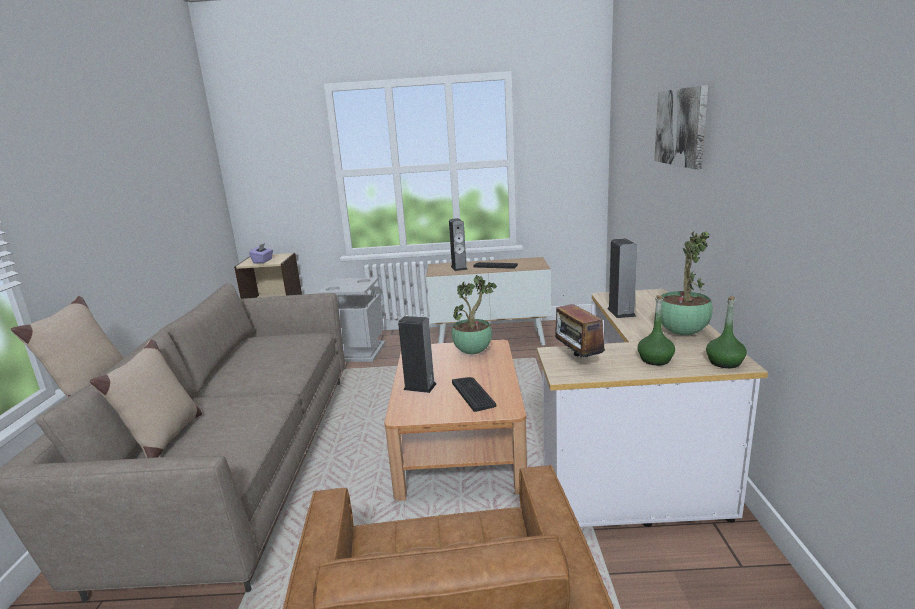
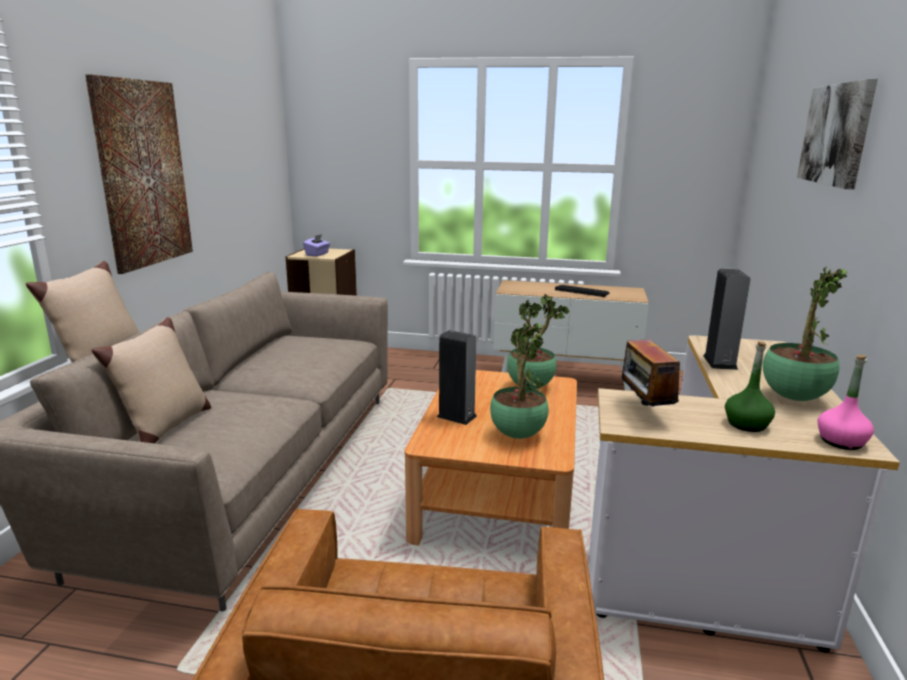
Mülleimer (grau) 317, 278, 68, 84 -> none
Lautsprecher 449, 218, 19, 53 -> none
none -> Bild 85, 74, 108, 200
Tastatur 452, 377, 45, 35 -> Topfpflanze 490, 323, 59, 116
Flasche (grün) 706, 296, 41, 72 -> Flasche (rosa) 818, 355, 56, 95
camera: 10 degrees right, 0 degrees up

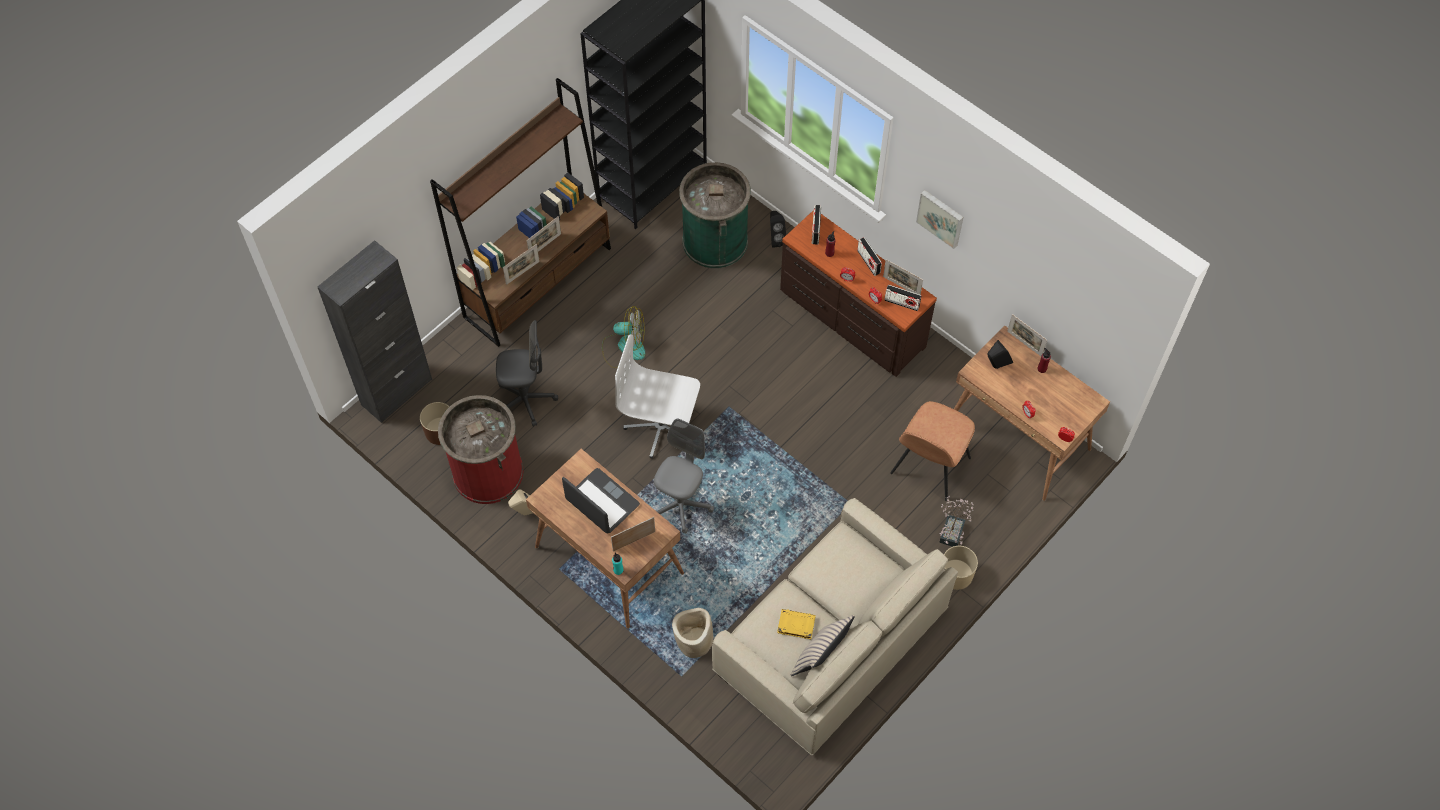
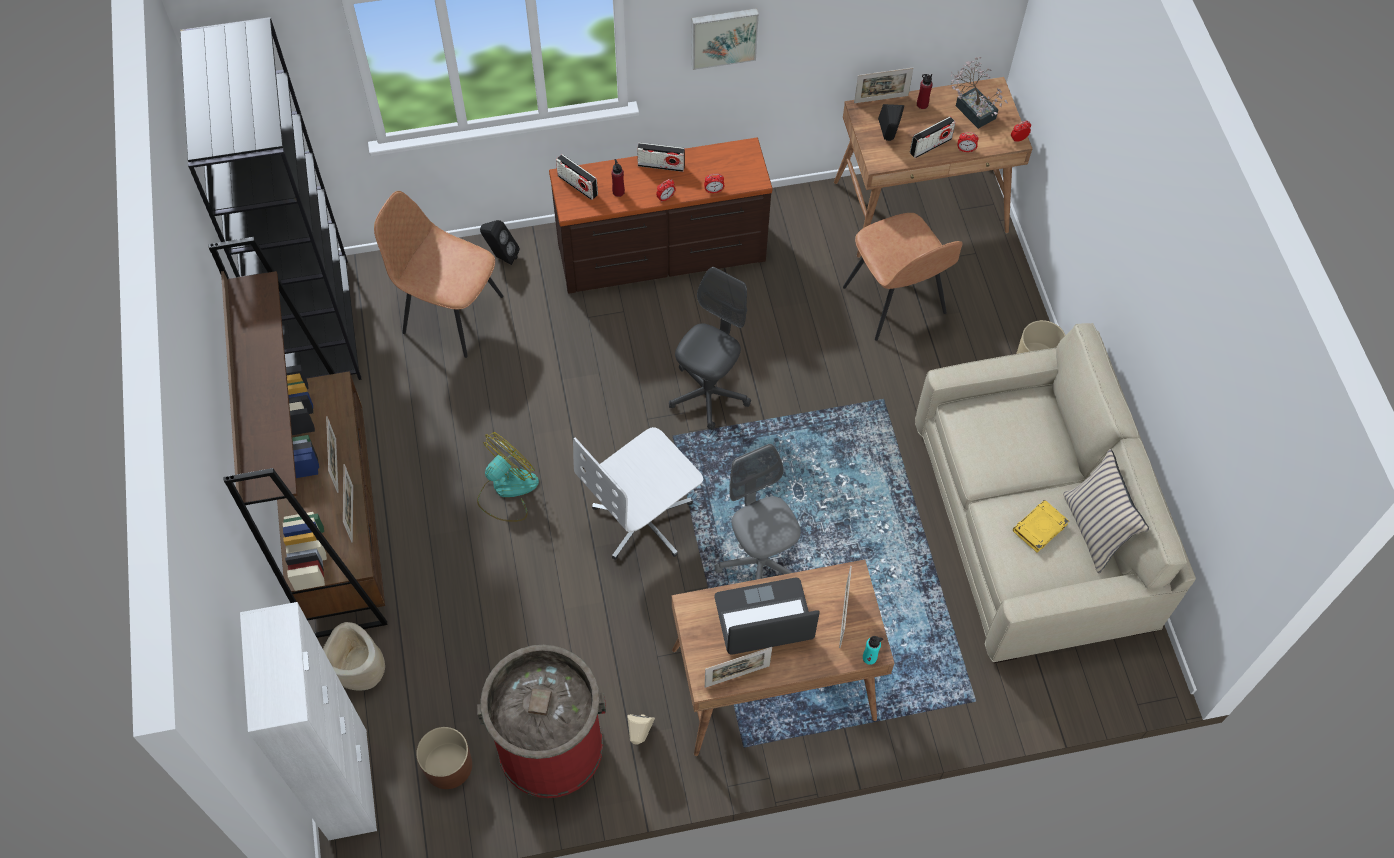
Bürostuhl (grau) 496, 320, 62, 107 -> Bürostuhl (grau) 669, 267, 82, 163, relocated
Pflanzkübel (beige) 672, 608, 42, 50 -> Pflanzkübel (beige) 323, 622, 62, 69, relocated
Bilderrahmen 883, 259, 40, 36 -> Bilderrahmen 705, 647, 67, 41, relocated
Radio 884, 285, 38, 26 -> Radio 910, 117, 46, 41, relocated
Topfpflanze 939, 496, 35, 51 -> Topfpflanze 950, 57, 58, 72, relocated
Mülleimer (grün) 679, 162, 72, 107 -> Stuhl (braun) 374, 191, 129, 167
Schrank (schwarz) 318, 240, 114, 183 -> Schrank (weiß) 240, 602, 137, 238
camera: 55 degrees left, 0 degrees up

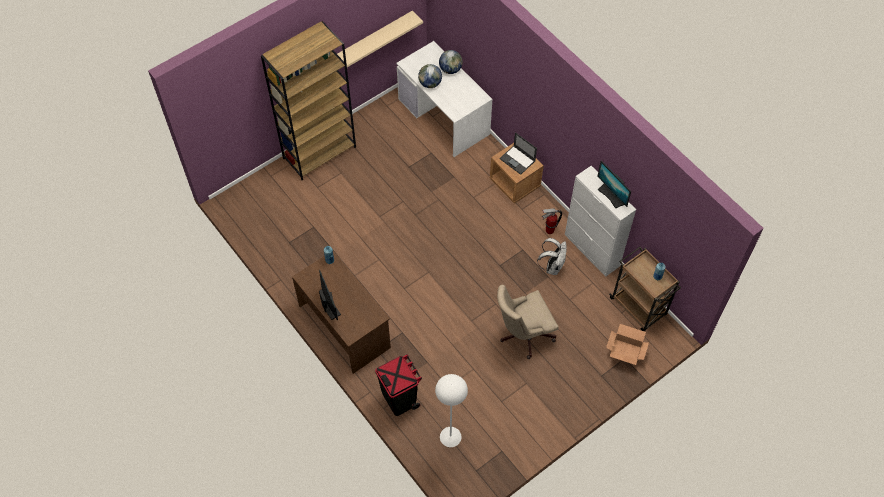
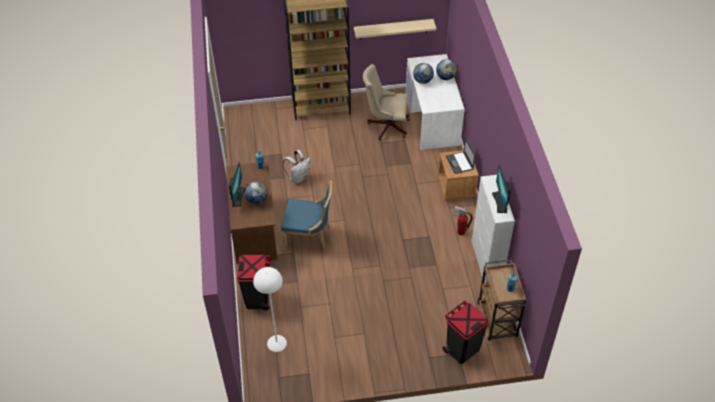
none -> Globus 245, 181, 23, 24
none -> Stuhl (blau) 281, 180, 51, 71
Bürostuhl (beige) 497, 285, 62, 74 -> Bürostuhl (beige) 363, 64, 47, 76, relocated
Rucksack (weiß) 537, 238, 30, 37 -> Rucksack (weiß) 283, 150, 28, 34, relocated
Karton 606, 324, 43, 41 -> Mülleimer (schwarz) 443, 300, 46, 64
camera: 30 degrees right, 10 degrees down

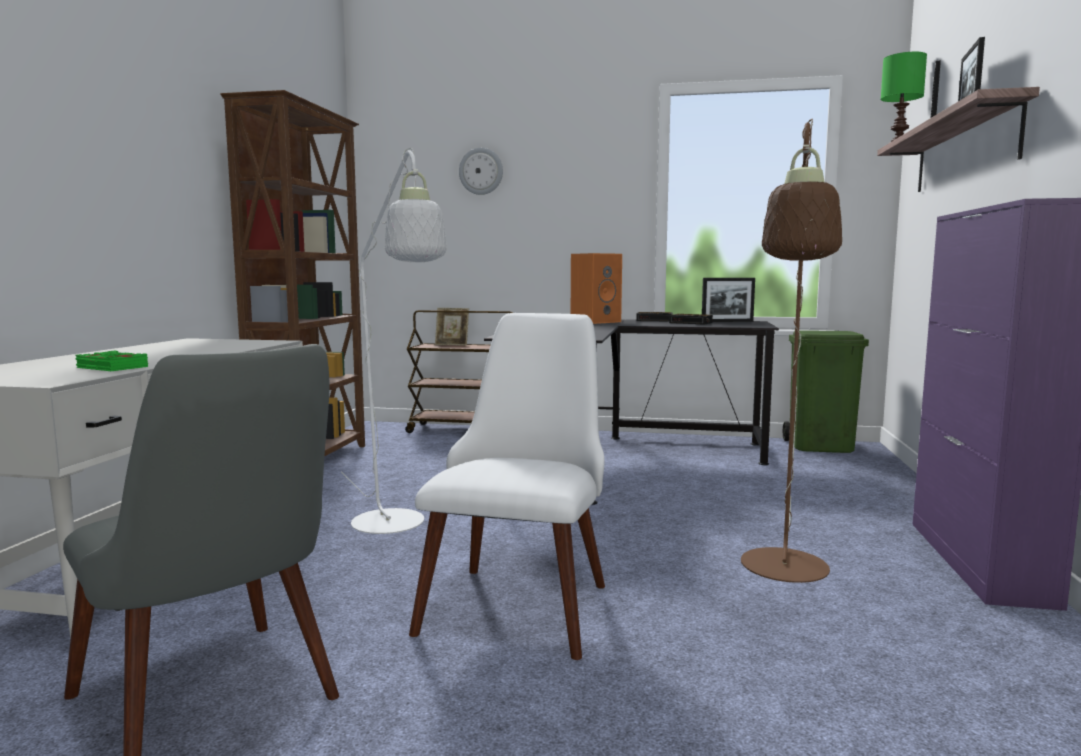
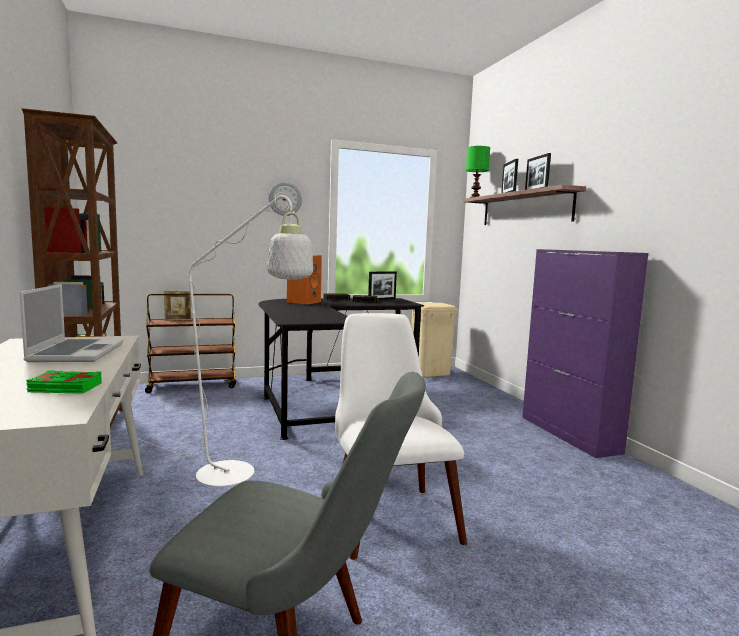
Stehlampe (braun) 741, 119, 101, 464 -> none
none -> Laptop 20, 284, 103, 78
Wanduhr 459, 148, 44, 47 -> Wanduhr 269, 182, 33, 34, relocated
Mülleimer (grün) 783, 330, 86, 123 -> Mülleimer (beige) 412, 303, 46, 74
camera: 30 degrees left, 0 degrees up

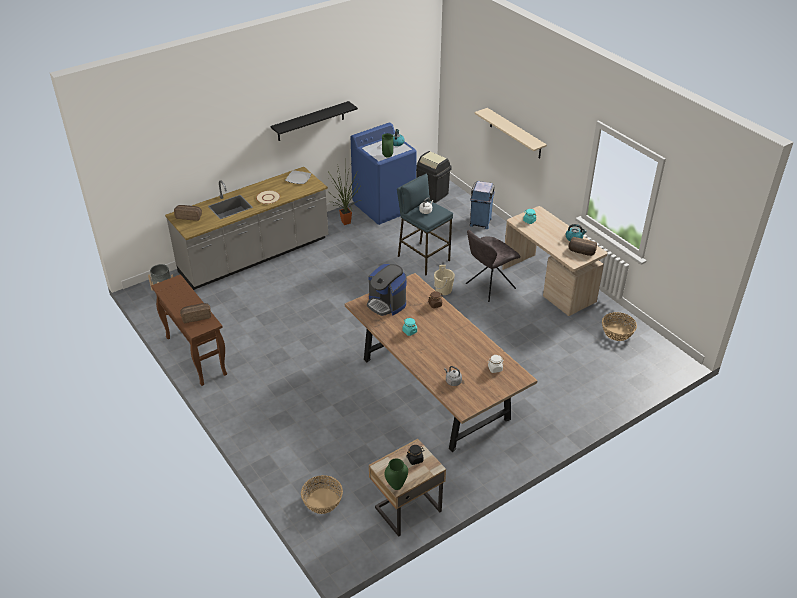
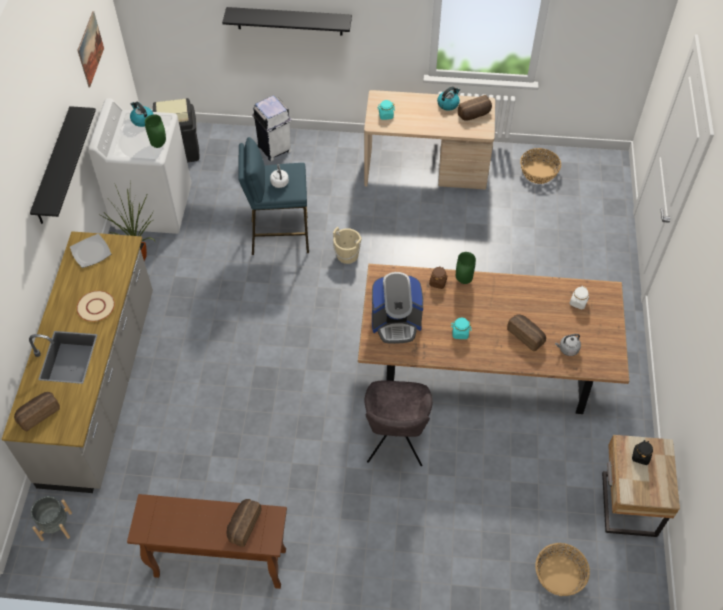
none -> Bild 77, 11, 27, 77
none -> Brot 507, 314, 39, 37
Vase (grün) 384, 458, 24, 32 -> Vase (grün) 456, 252, 20, 32, relocated
Stuhl (grau) 466, 230, 55, 72 -> Stuhl (grau) 364, 381, 68, 85, relocated
Waschmaschine (blau) 351, 123, 66, 102 -> Waschmaschine (weiß) 88, 98, 103, 136
Mülleimer (blau) 470, 181, 25, 48 -> Mülleimer (weiß) 252, 95, 40, 66
Wandregal (beige) 475, 108, 72, 51 -> Wandregal (schwarz) 222, 7, 130, 29
camera: 50 degrees left, 15 degrees up

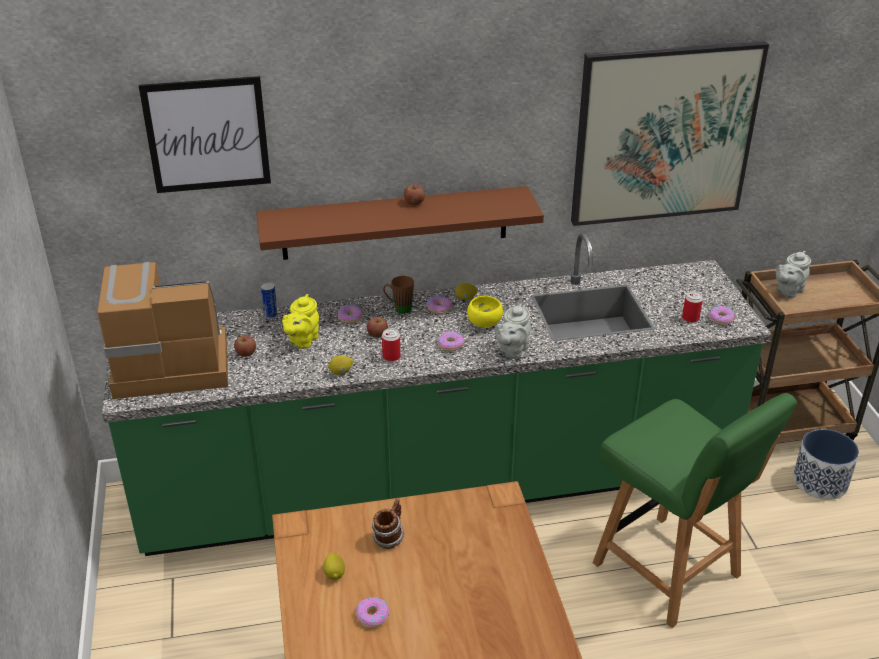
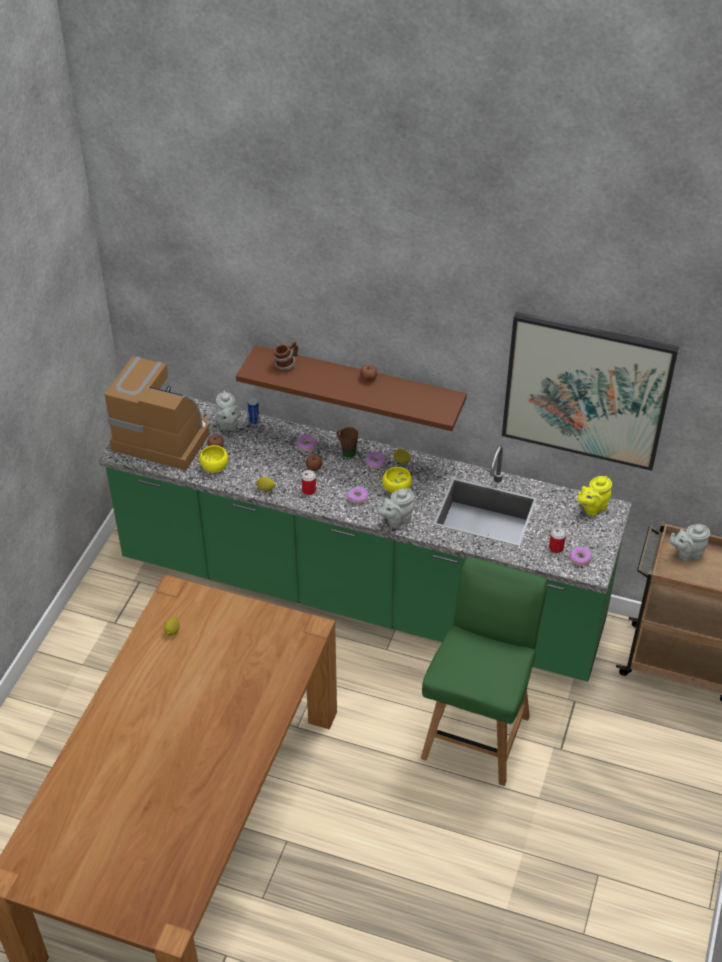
Bild 139, 76, 132, 117 -> none
Donut 356, 597, 33, 31 -> none
Pflanzkübel 793, 429, 66, 71 -> none
none -> Schüssel (gelb) 199, 445, 29, 28
none -> Teekanne (grau) 215, 391, 26, 40
Teekanne (gelb) 282, 294, 37, 55 -> Teekanne (gelb) 577, 476, 35, 40, relocated
Henkelbecher 372, 499, 32, 50 -> Henkelbecher 274, 340, 24, 31, relocated
Stuhl (grün) 593, 393, 204, 235 -> Stuhl (grün) 421, 557, 127, 229, 150 degrees counterclockwise
camera: 30 degrees right, 10 degrees up

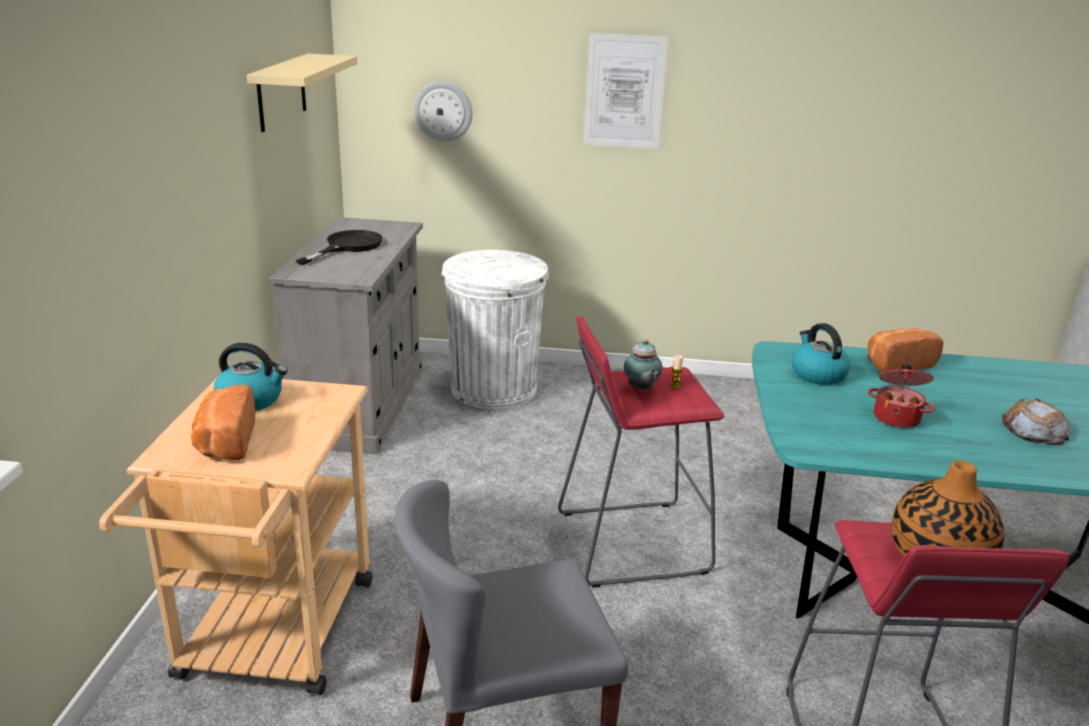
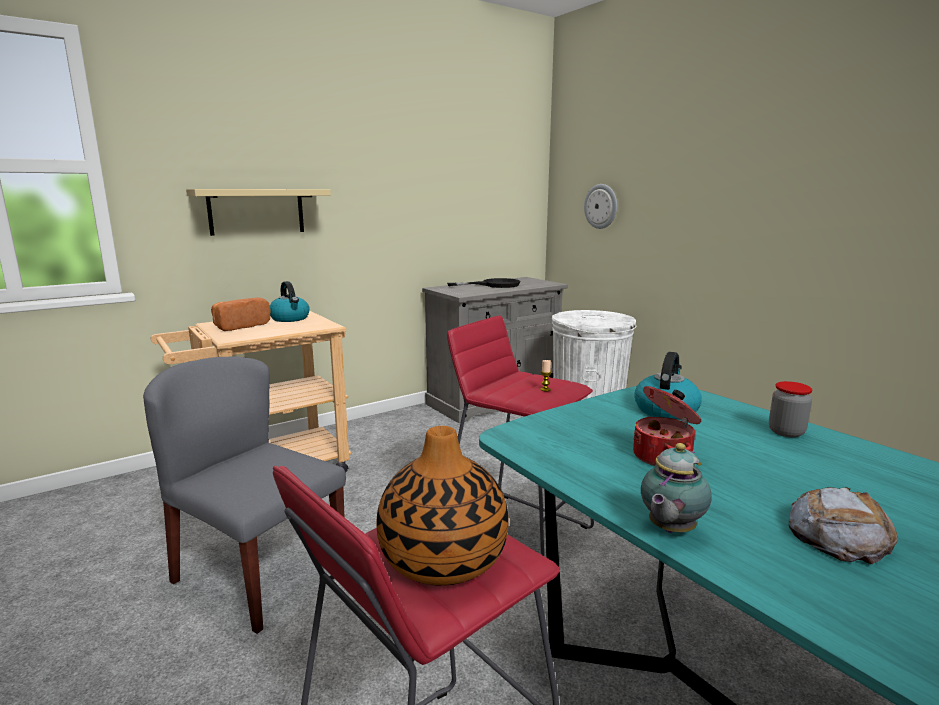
Bild 583, 33, 86, 116 -> none
Wandregal (beige) 246, 54, 111, 78 -> Wandregal (beige) 186, 189, 145, 47, relocated
Teekanne 624, 339, 38, 52 -> Teekanne 641, 443, 71, 90, relocated
Brot 867, 328, 77, 44 -> Vorratsglas 769, 381, 44, 57
camera: 50 degrees right, 10 degrees down

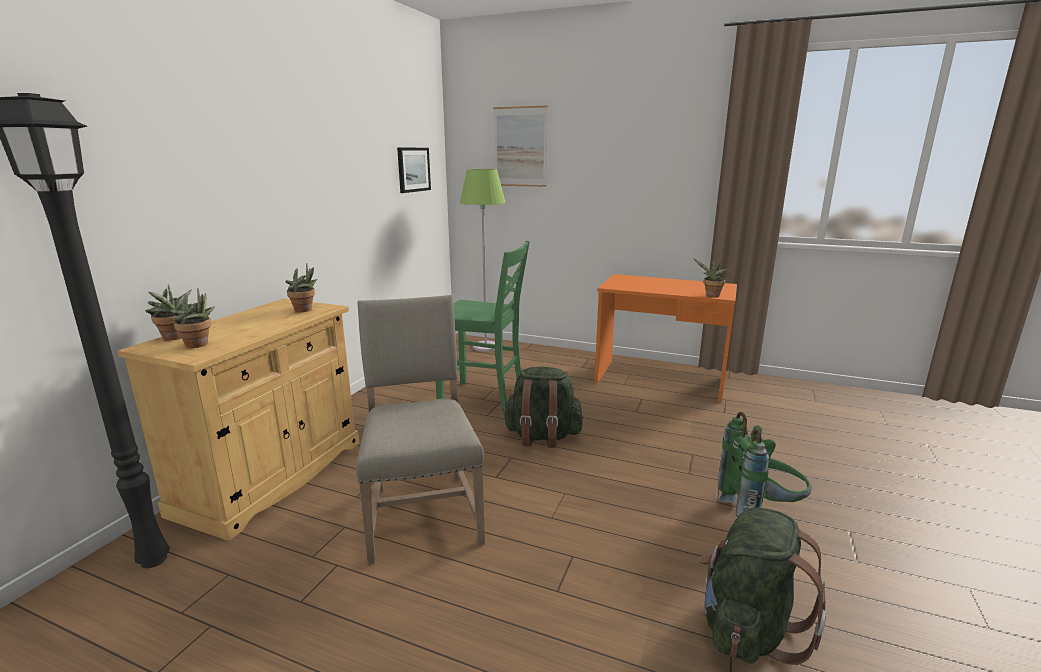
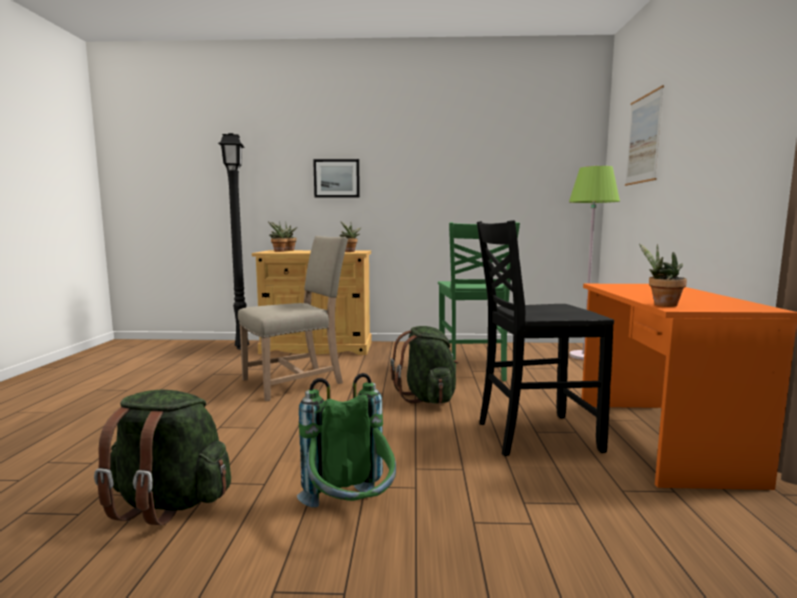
none -> Stuhl (schwarz) 477, 220, 137, 236
Bild 397, 147, 34, 46 -> Bild 313, 159, 47, 39, relocated
camera: 70 degrees right, 10 degrees down

